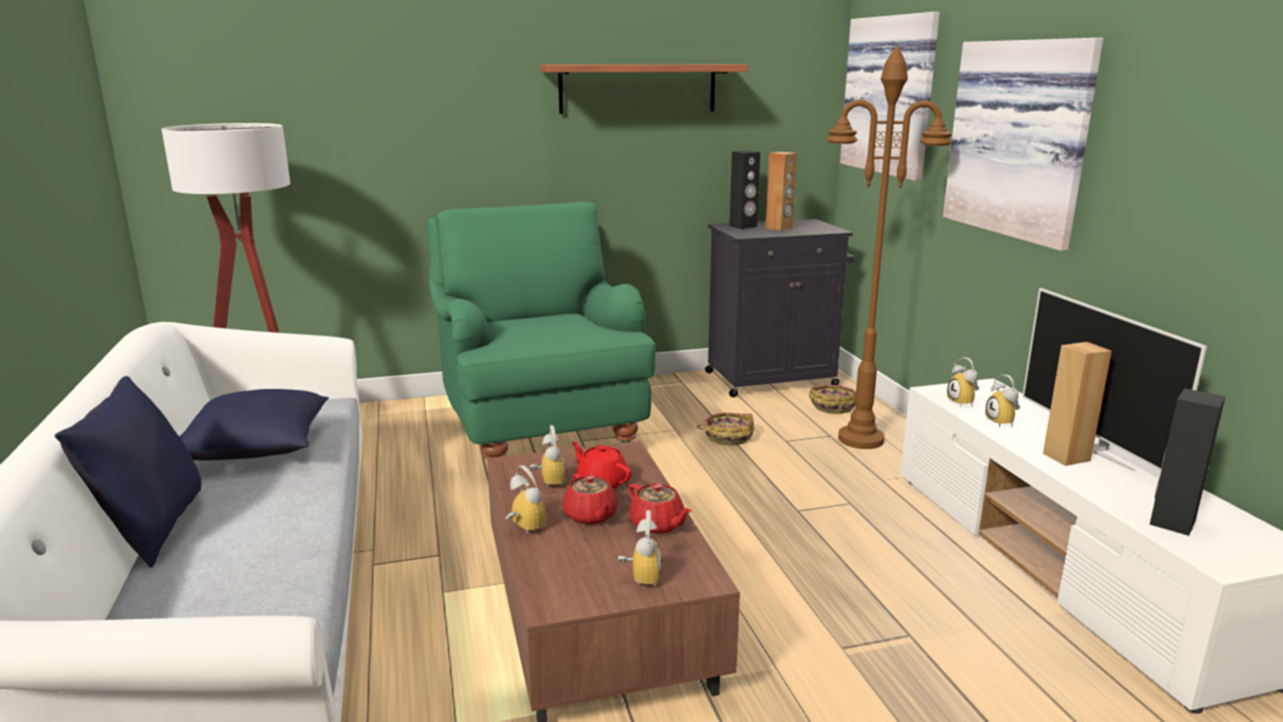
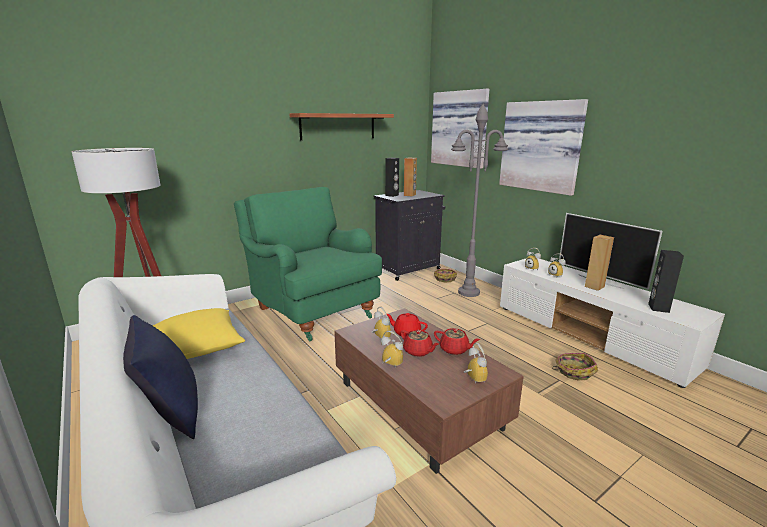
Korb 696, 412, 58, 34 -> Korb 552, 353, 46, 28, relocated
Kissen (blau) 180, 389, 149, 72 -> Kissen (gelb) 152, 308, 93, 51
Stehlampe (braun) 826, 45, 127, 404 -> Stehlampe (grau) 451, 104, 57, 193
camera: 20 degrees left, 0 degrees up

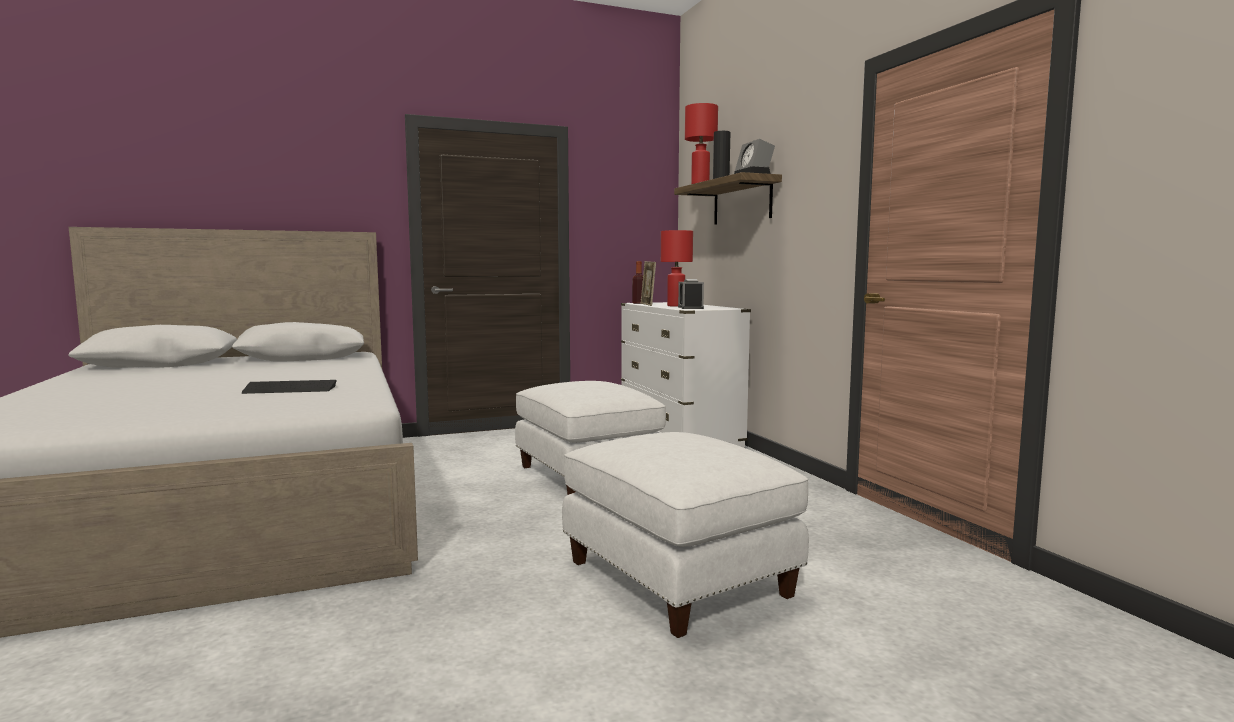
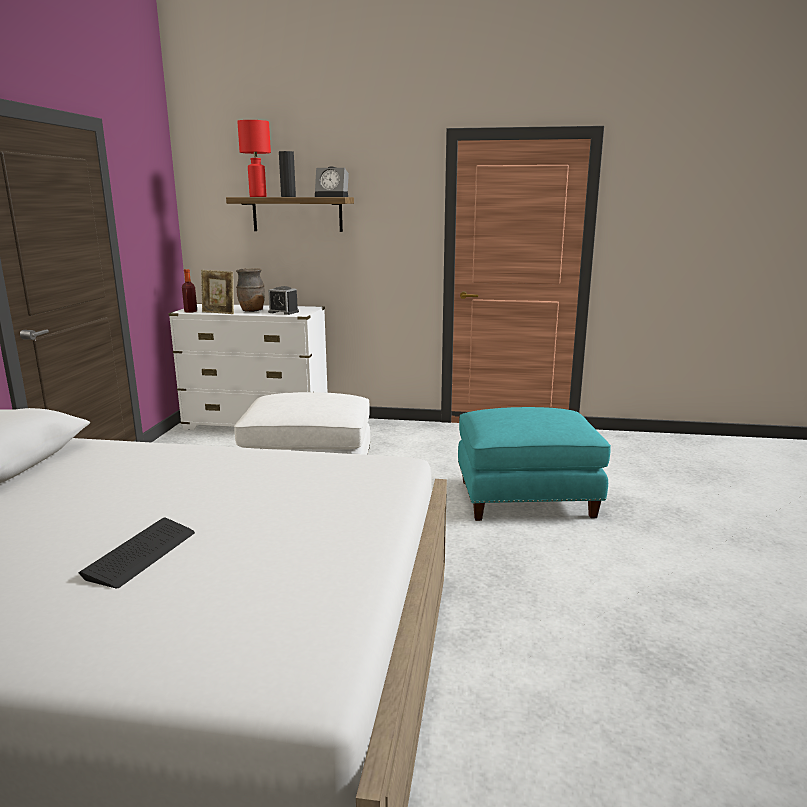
Tastatur 242, 380, 95, 14 -> Tastatur 78, 517, 117, 71, relocated
Tischlampe (rot) 661, 230, 32, 77 -> Vase (braun) 236, 268, 29, 44
Polsterhocker (weiß) 562, 432, 247, 206 -> Polsterhocker (türkis) 458, 407, 153, 114
camera: 60 degrees left, 10 degrees up

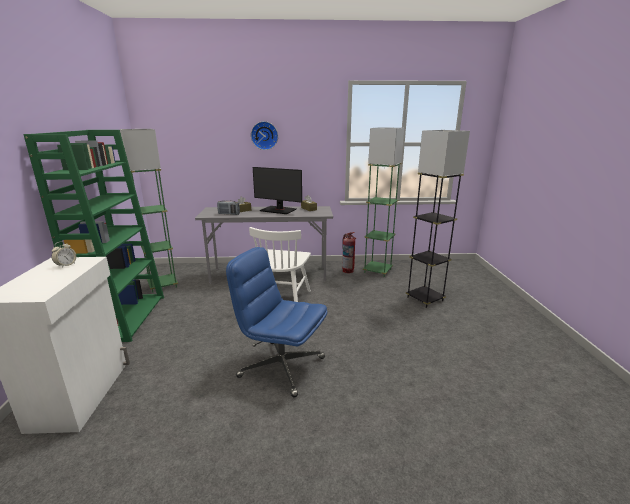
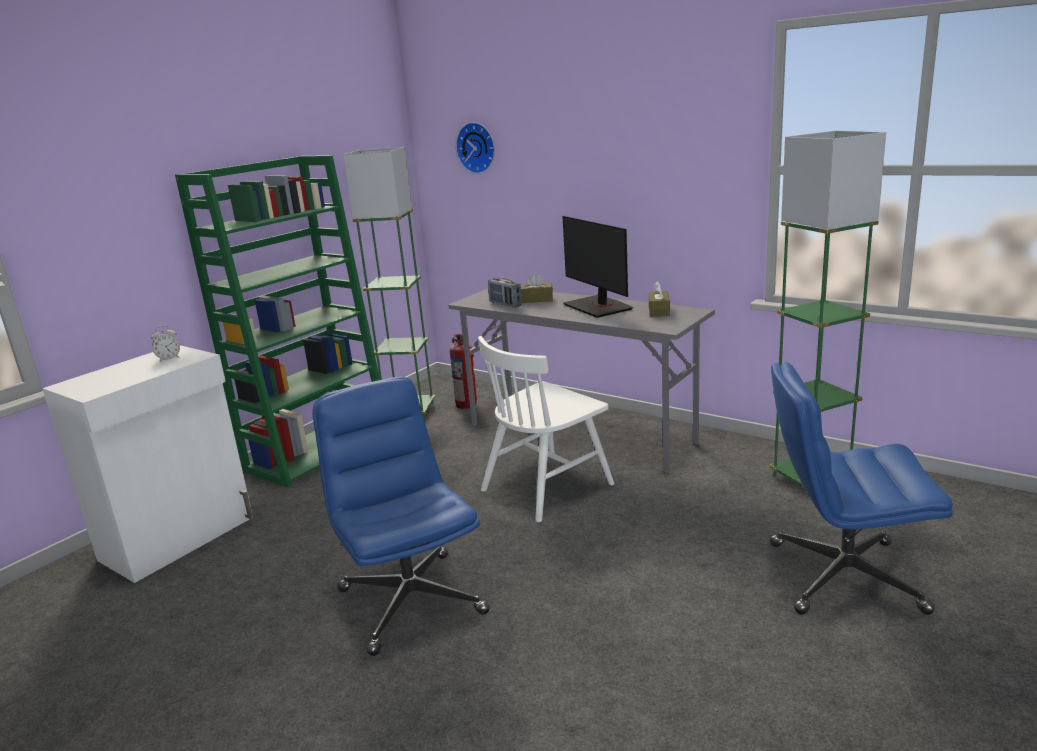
Wanduhr 251, 121, 27, 29 -> Wanduhr 456, 122, 39, 52, relocated
Feuerlöscher 342, 232, 14, 41 -> Feuerlöscher 450, 334, 27, 75, relocated
Stehlampe (schwarz) 406, 130, 64, 178 -> Bürostuhl (blau) 770, 362, 183, 253
camera: 40 degrees right, 0 degrees up

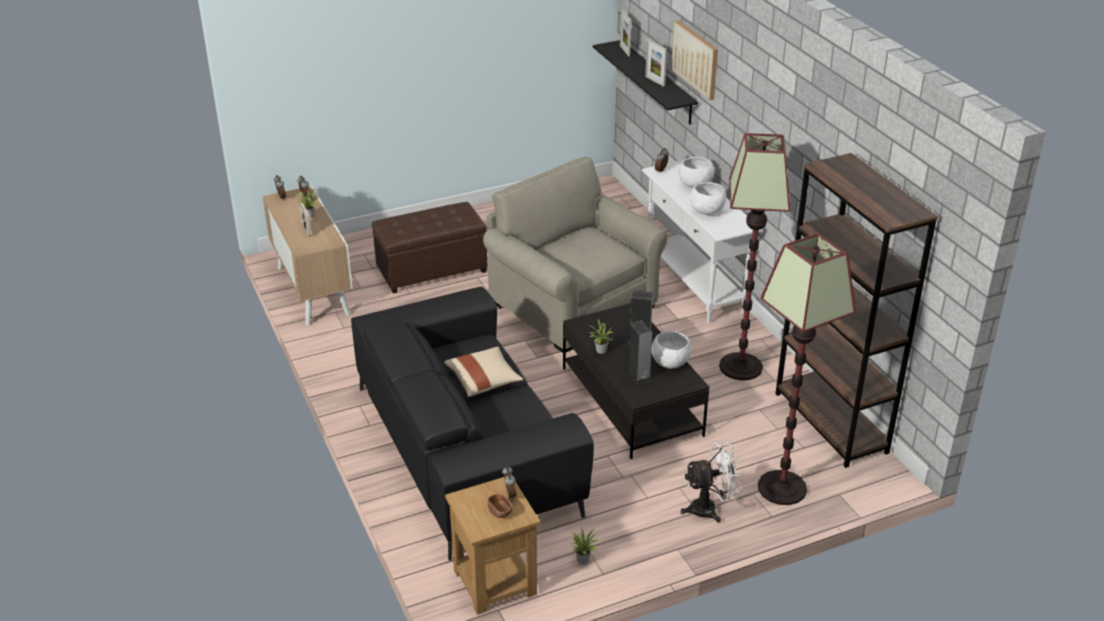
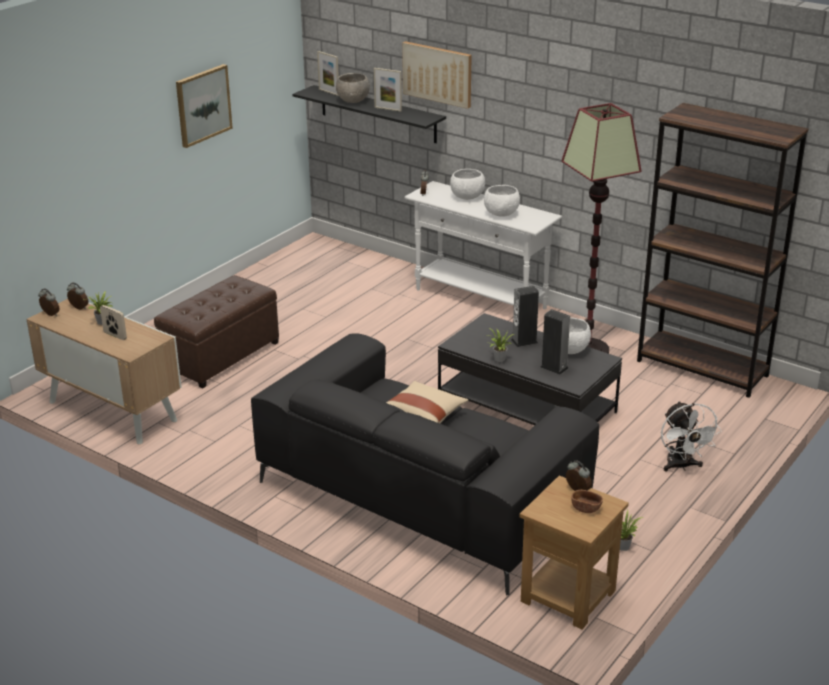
Sessel (beige) 483, 157, 185, 196 -> none
Stehlampe 758, 233, 98, 272 -> none
none -> Bild 176, 64, 57, 84
none -> Schüssel (grau) 336, 73, 34, 30
Ventilator (weiß) 680, 442, 62, 81 -> Ventilator (weiß) 661, 401, 61, 70, 120 degrees clockwise
camera: 30 degrees left, 5 degrees down

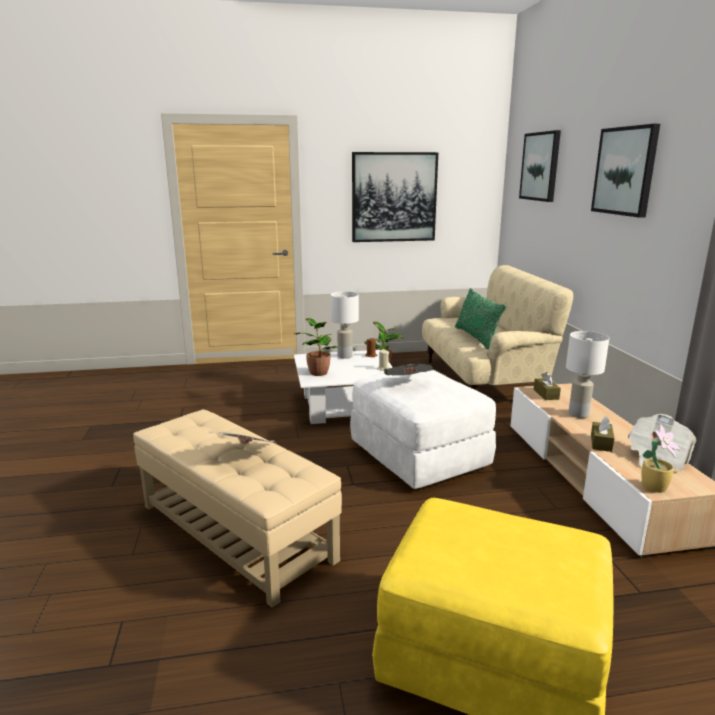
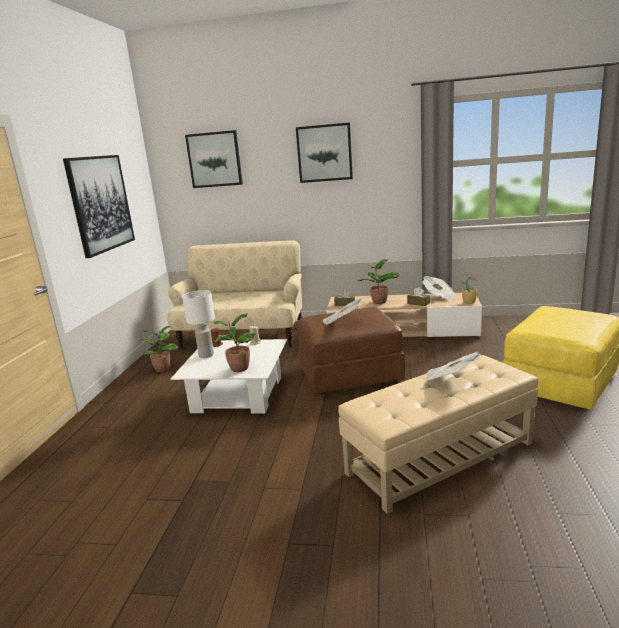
Kissen (grün) 455, 288, 51, 61 -> none
Tischlampe (weiß) 566, 331, 43, 87 -> Topfpflanze 358, 259, 41, 45
Polsterhocker (weiß) 350, 370, 146, 119 -> Polsterhocker (braun) 297, 307, 109, 87
camera: 70 degrees left, 0 degrees up

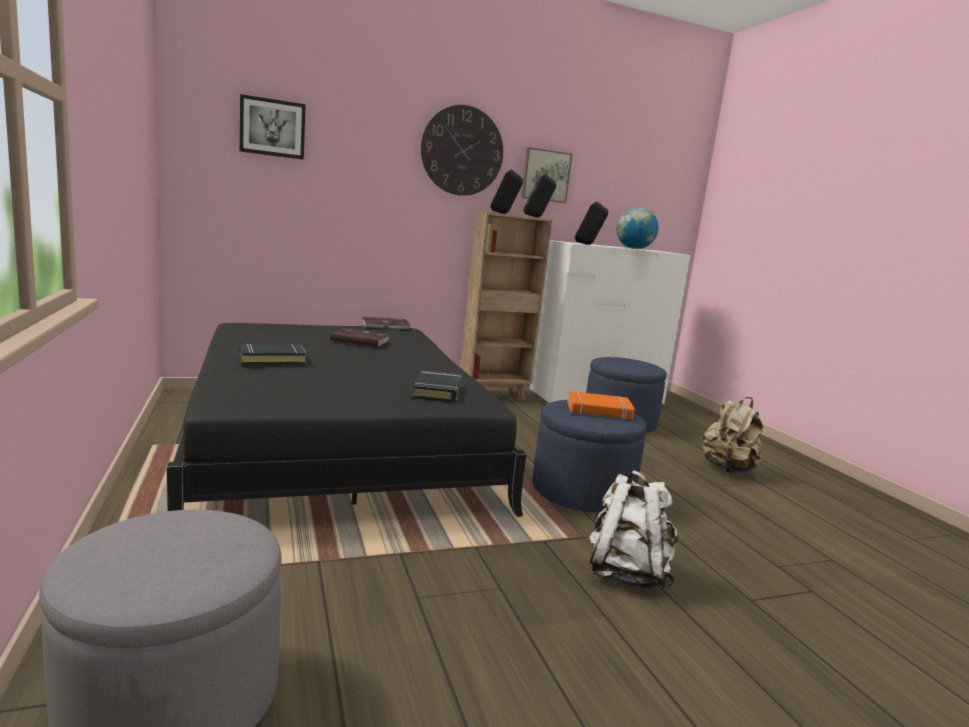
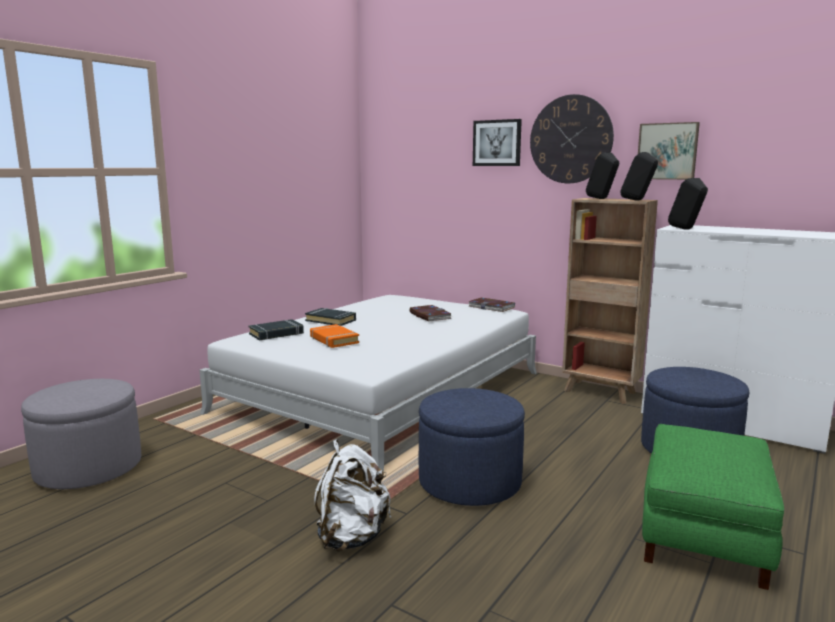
Globus 617, 207, 42, 42 -> none
Bild 240, 94, 66, 66 -> Bild 473, 119, 49, 47, relocated
Buch (schwarz) 412, 370, 50, 32 -> Buch (schwarz) 249, 319, 55, 21, relocated
Buch (orange) 567, 391, 68, 29 -> Buch (orange) 310, 324, 49, 24, relocated
Rucksack (beige) 702, 397, 61, 76 -> Polsterhocker (grün) 642, 424, 143, 166
Bett (schwarz) 167, 323, 360, 194 -> Bett (weiß) 200, 295, 337, 180
camera: 55 degrees right, 0 degrees up

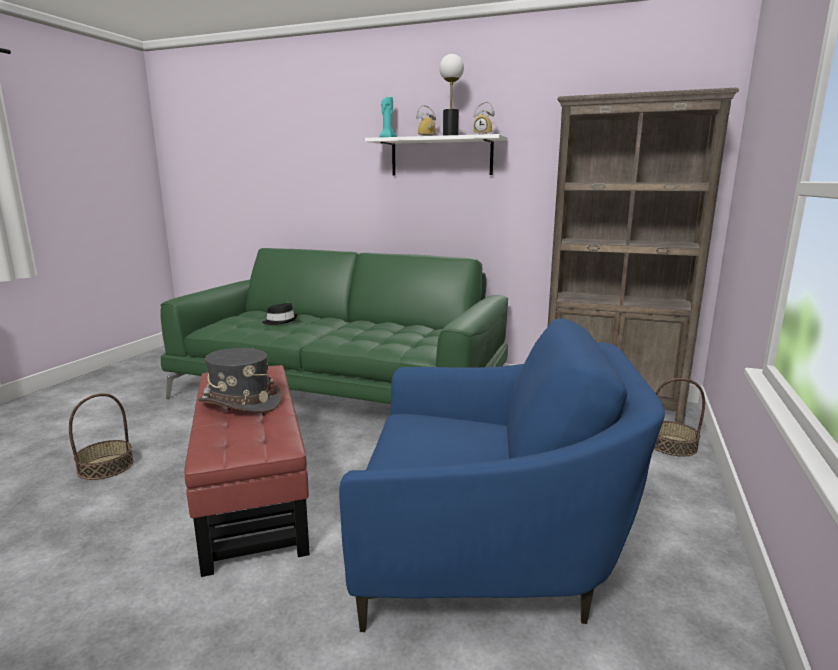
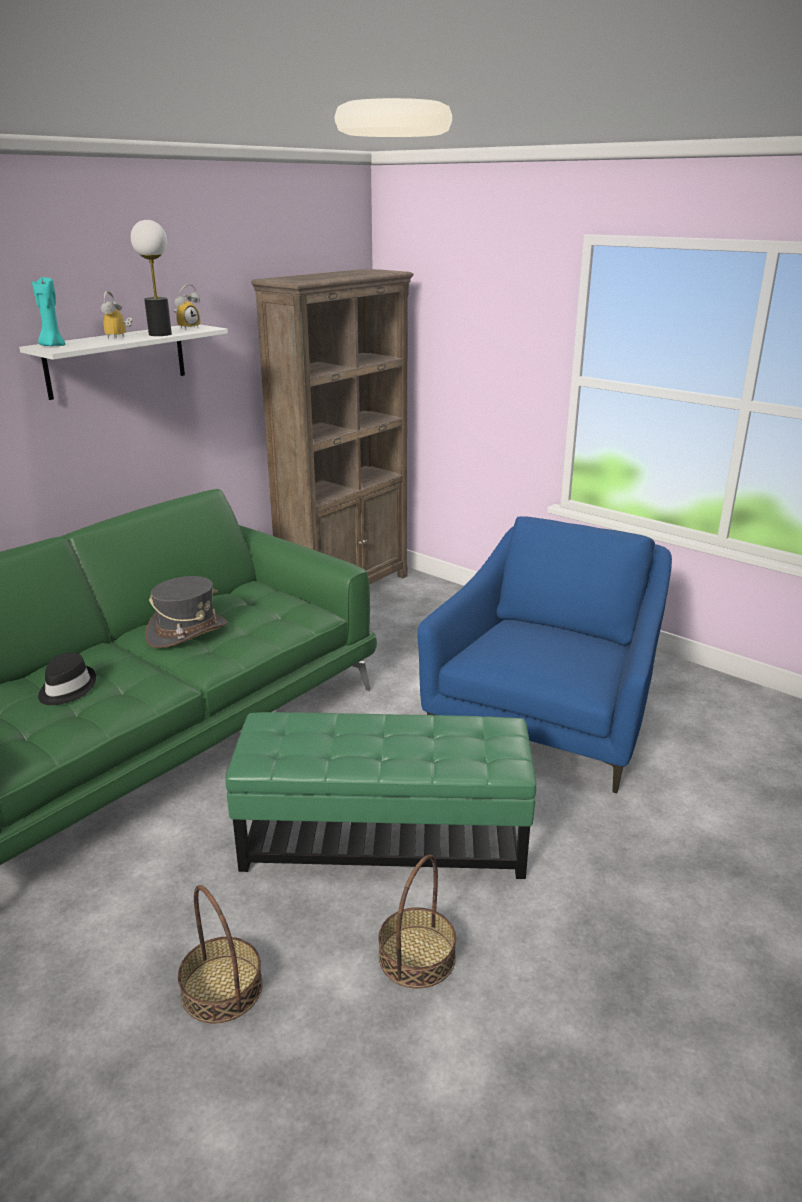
Hut (grau) 198, 348, 84, 65 -> Hut (grau) 145, 576, 83, 72, relocated
Korb 654, 378, 51, 78 -> Korb 378, 855, 78, 134, relocated
Polsterhocker (rot) 184, 365, 126, 212 -> Polsterhocker (grün) 225, 712, 311, 167
camera: 70 degrees left, 10 degrees up

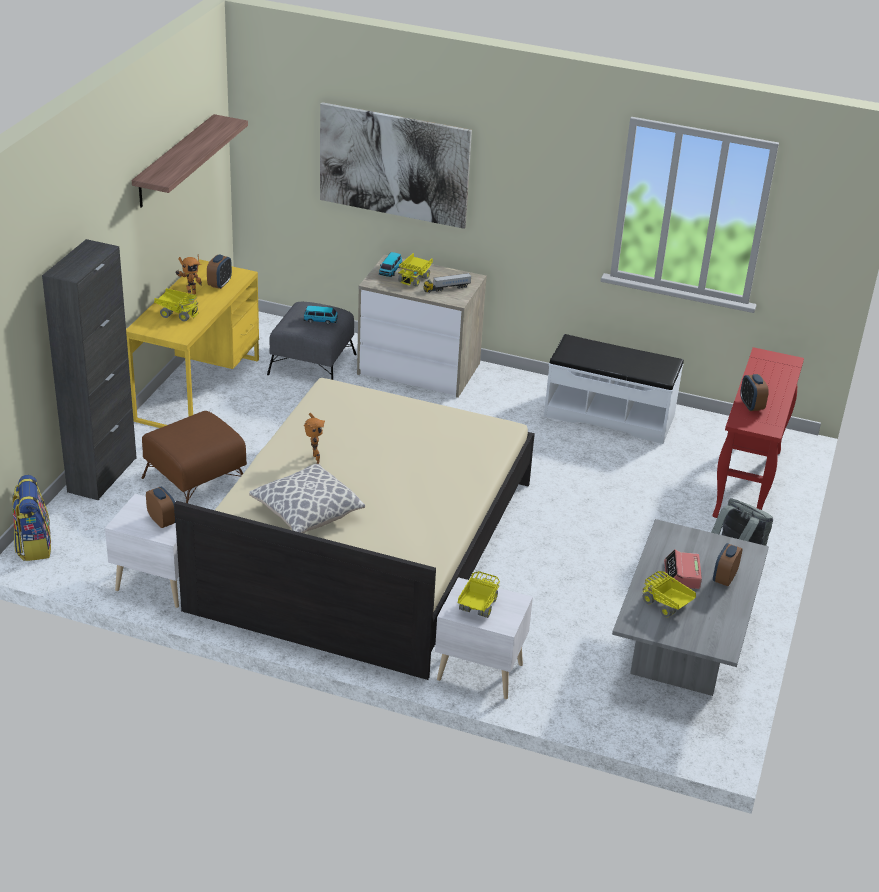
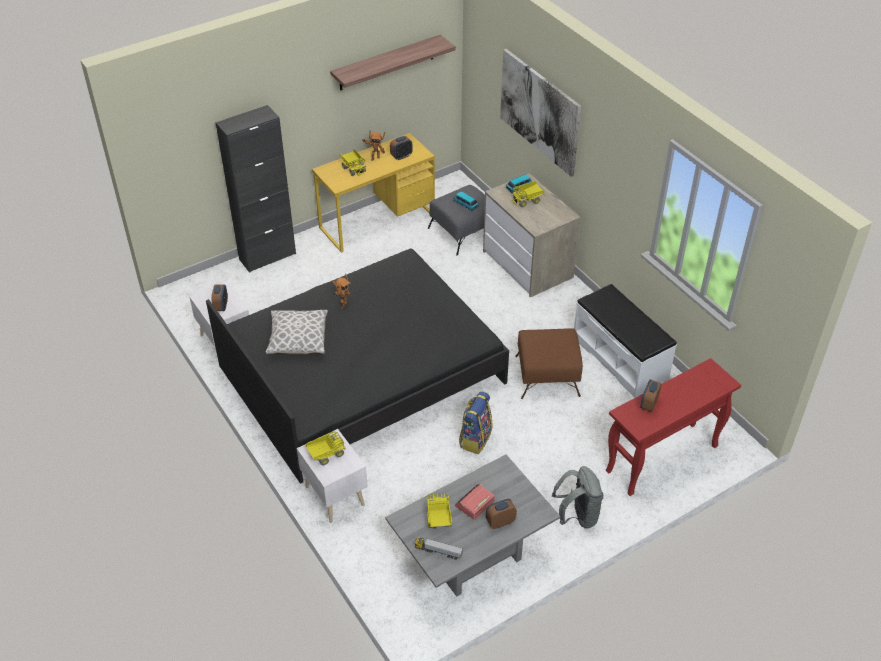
Rucksack 12, 475, 39, 86 -> Rucksack 459, 392, 33, 62, relocated
Polsterhocker (braun) 142, 411, 105, 92 -> Polsterhocker (braun) 515, 328, 68, 71, relocated
Spielzeuglaster 423, 273, 49, 20 -> Spielzeuglaster 415, 538, 48, 22, relocated
Bett (beige) 174, 378, 361, 302 -> Bett (schwarz) 206, 248, 303, 236
camera: 40 degrees right, 10 degrees up

